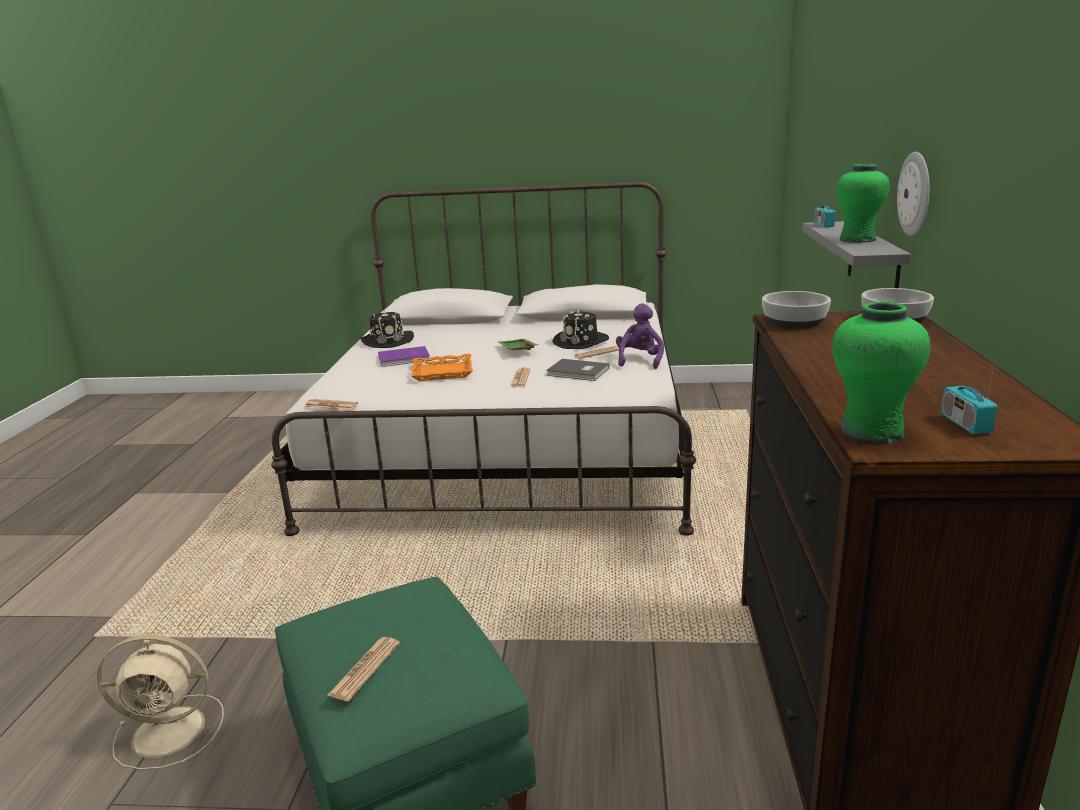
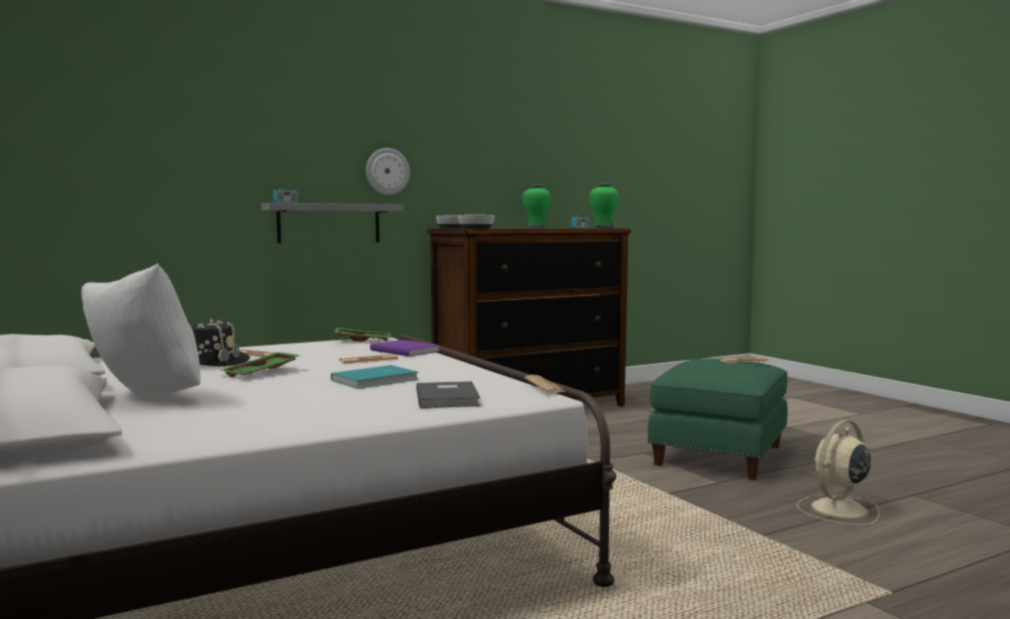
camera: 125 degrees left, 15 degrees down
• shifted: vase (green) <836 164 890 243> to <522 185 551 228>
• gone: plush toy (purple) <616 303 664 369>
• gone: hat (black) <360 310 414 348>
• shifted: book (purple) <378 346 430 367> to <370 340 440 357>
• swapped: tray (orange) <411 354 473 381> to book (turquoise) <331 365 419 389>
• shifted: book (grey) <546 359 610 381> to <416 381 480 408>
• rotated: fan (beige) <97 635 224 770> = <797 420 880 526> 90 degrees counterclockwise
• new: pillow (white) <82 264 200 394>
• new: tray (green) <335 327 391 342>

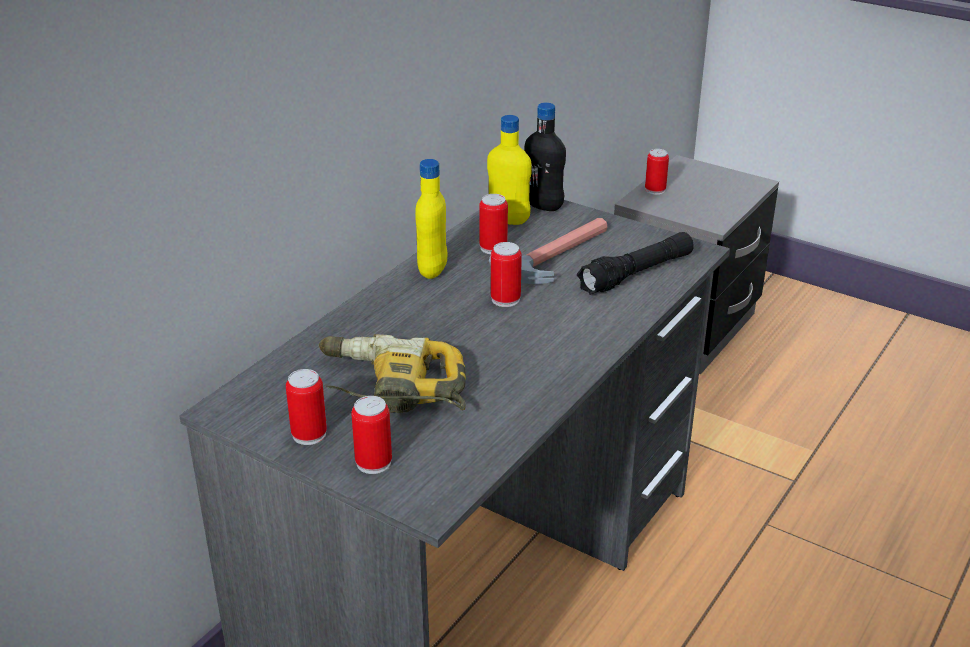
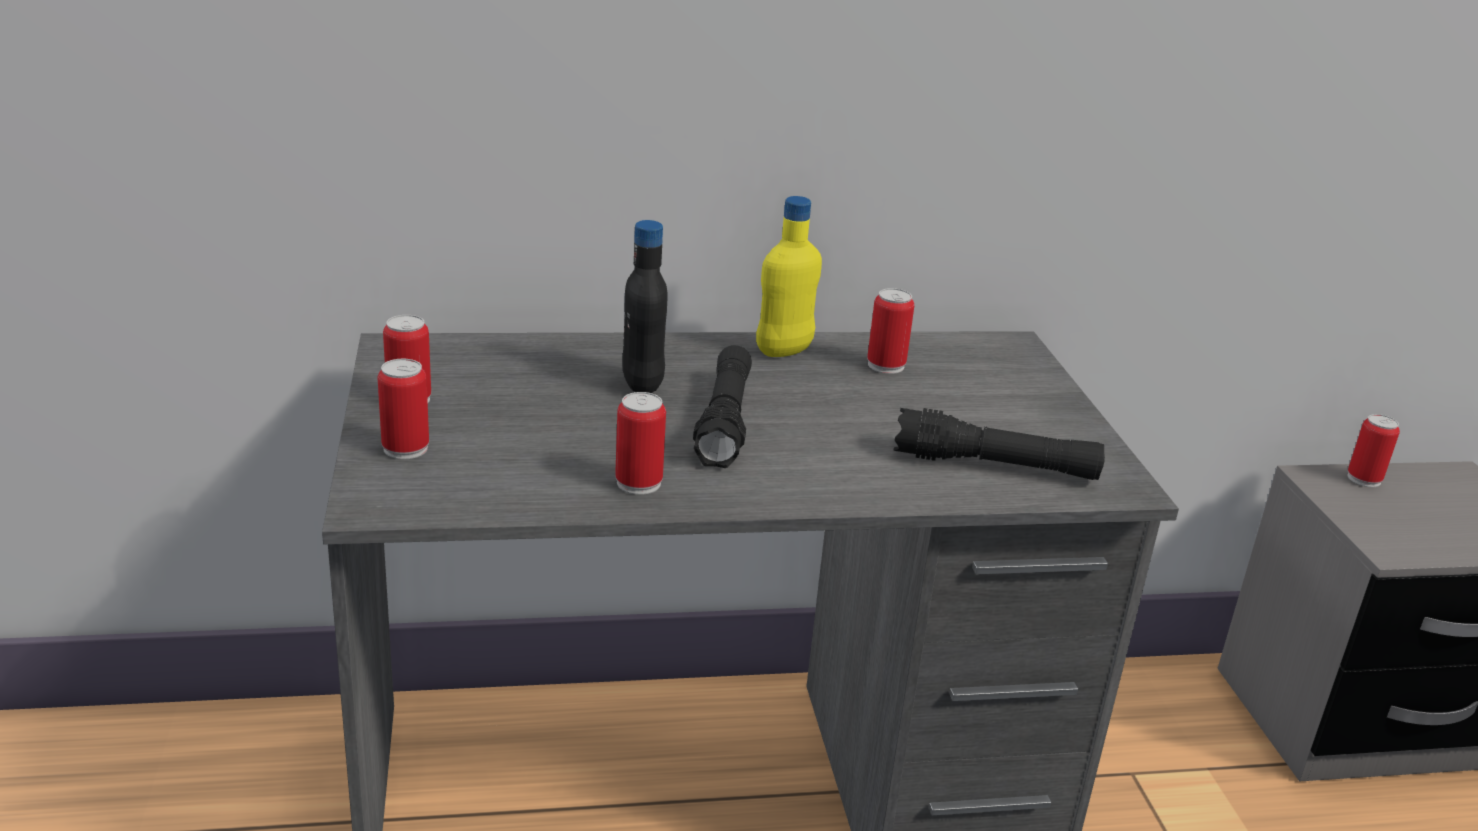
camera: 45 degrees right, 5 degrees down
• shifted: bottle (black) <525 103 566 211> to <623 220 668 393>
• gone: bottle (yellow) <487 115 532 225>
• gone: hammer <489 218 607 284>
• shifted: can <491 242 522 307> to <615 392 666 495>
• gone: power drill <319 334 466 413>
• new: flashlight (black) <693 345 752 468>

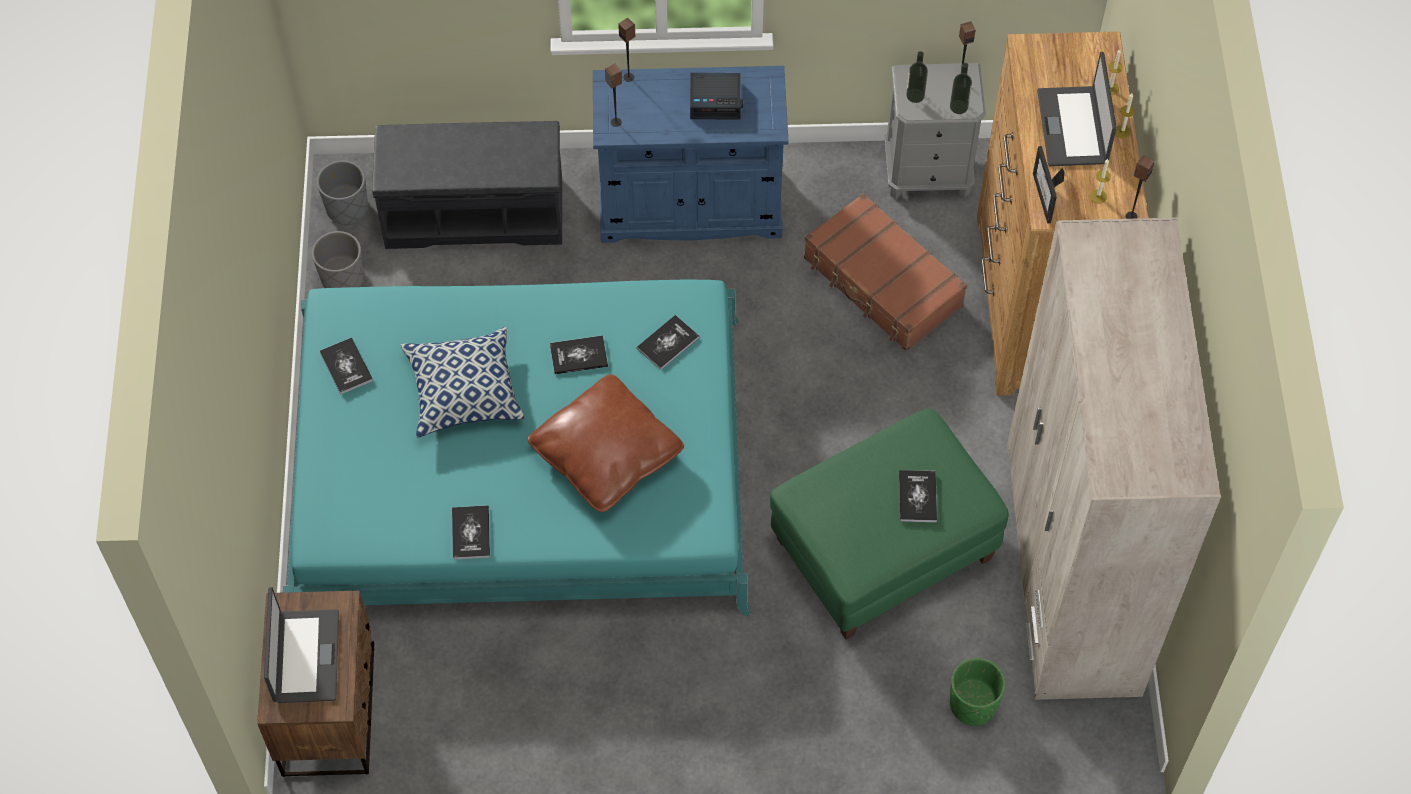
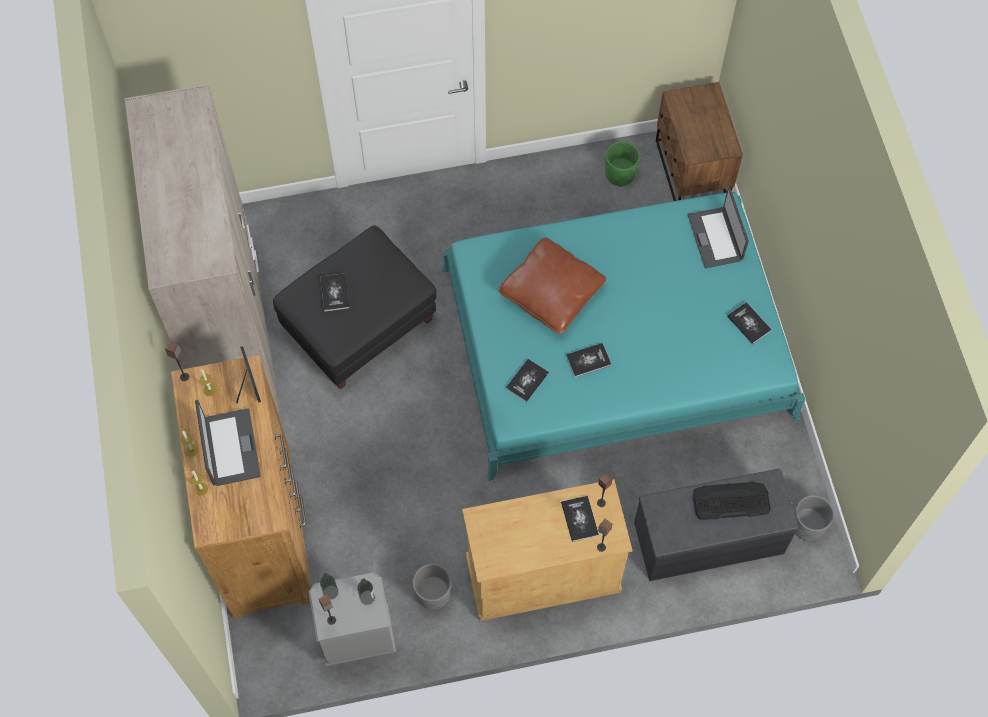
camera: 170 degrees right, 5 degrees up
• repainted: cabinet (blue) <593 66 789 243> to cabinet (beige) <462 479 632 621>
• gone: alarm clock <690 73 743 119>
• gone: suitcase (brown) <804 193 967 351>
• shifted: planter (grey) <312 231 364 288> to <413 564 452 610>
• gone: pillow <401 327 524 438>
• repainted: ottoman (green) <770 409 1009 639> to ottoman (black) <273 226 436 390>
• shifted: book <452 505 490 560> to <561 496 599 542>
• shifted: laptop <264 587 339 703> to <688 188 749 268>
• shifted: planter (green) <950 658 1006 726> to <606 141 640 187>
• new: keyboard <693 482 771 520>

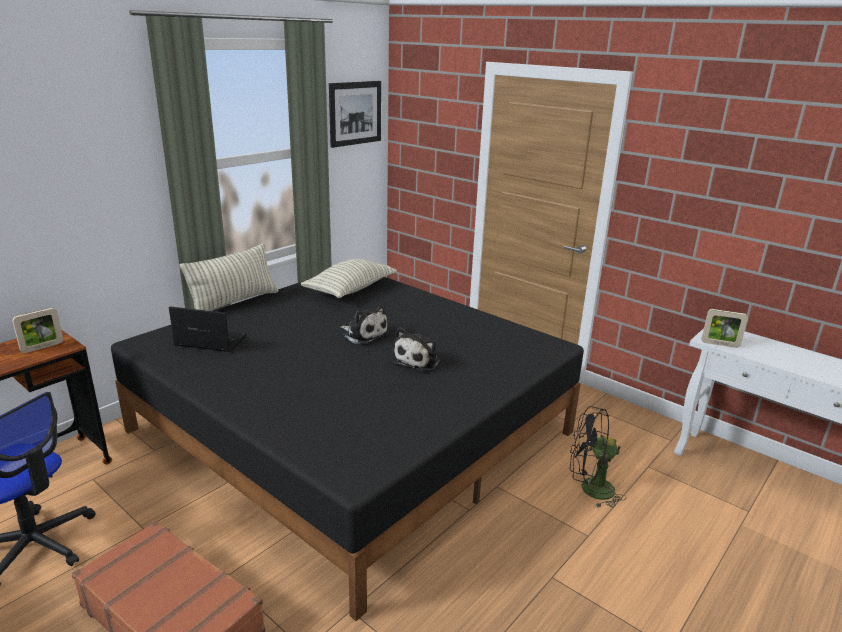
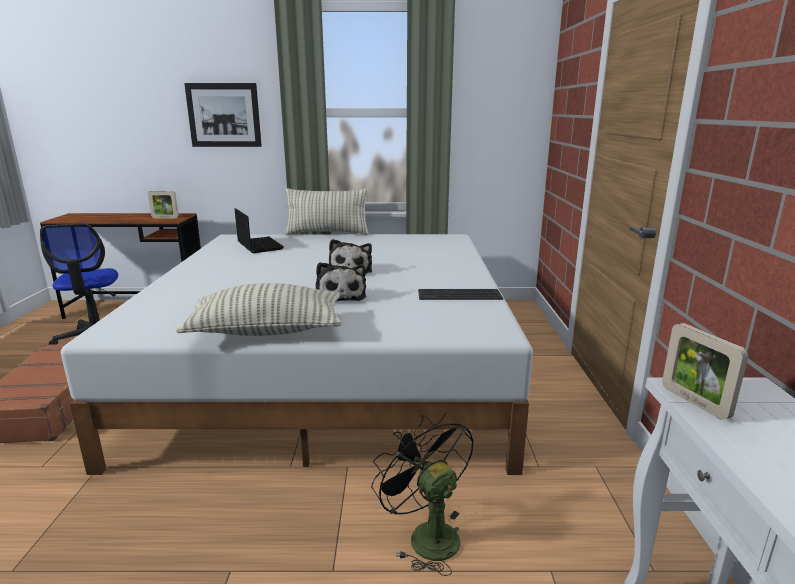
camera: 50 degrees right, 5 degrees down
• shifted: picture <329 81 381 148> to <184 83 262 147>
• shifted: pillow <301 259 397 298> to <176 283 342 336>
• repainted: bed (black) <111 277 584 621> to bed (white) <61 234 533 475>
• rotated: plush toy <392 328 440 371> = <316 262 366 302> 90 degrees counterclockwise
• new: keyboard <418 289 503 300>

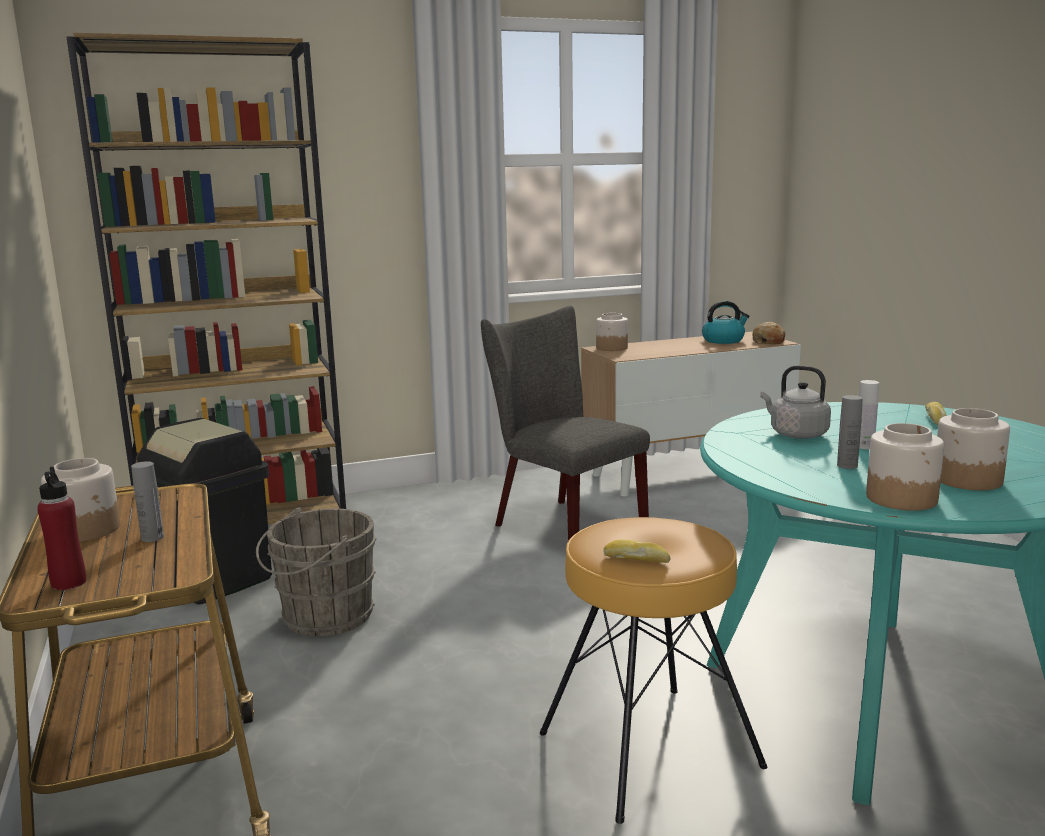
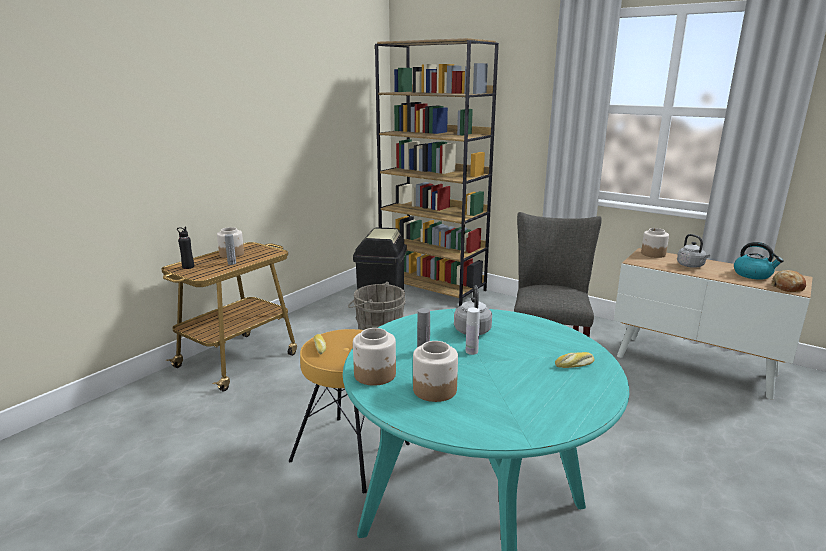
camera: 55 degrees right, 5 degrees up
• repainted: bottle (red) <37 467 86 590> to bottle (black) <177 226 194 269>
• new: kettle (grey) <677 234 710 268>

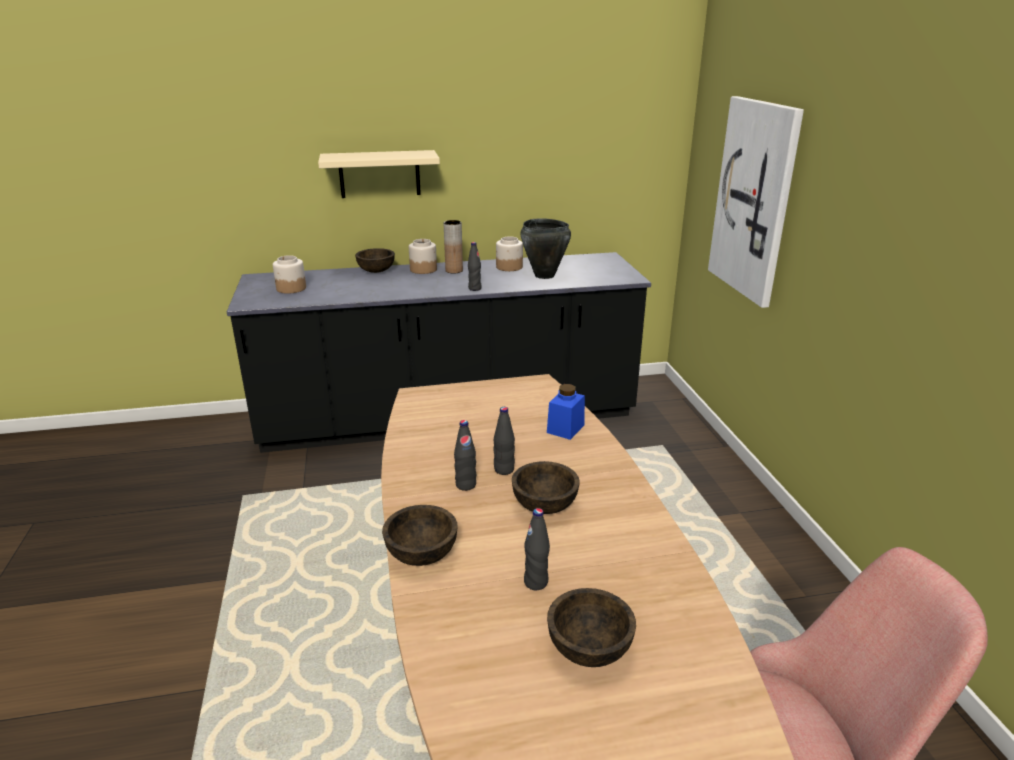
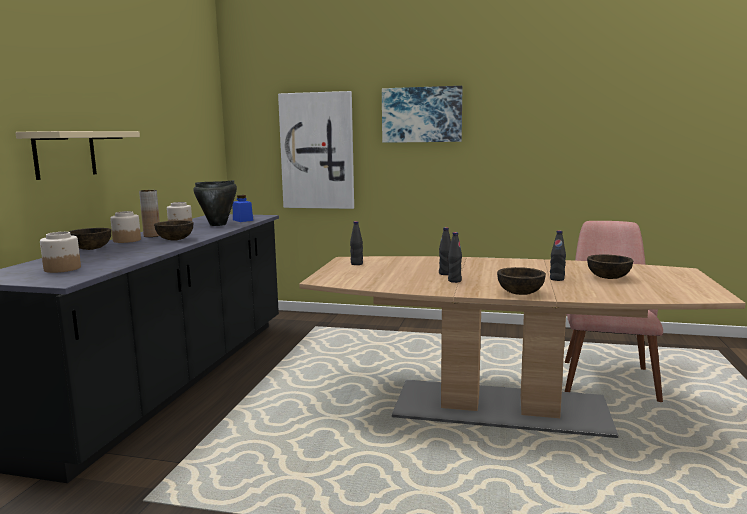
camera: 65 degrees left, 15 degrees down
• shifted: bottle (black) <468 242 481 291> to <350 221 363 265>
• shifted: jar (blue) <547 384 585 440> to <233 195 253 222>
• shifted: bowl (brown) <512 461 580 514> to <154 220 193 241>
• new: picture <382 86 462 143>

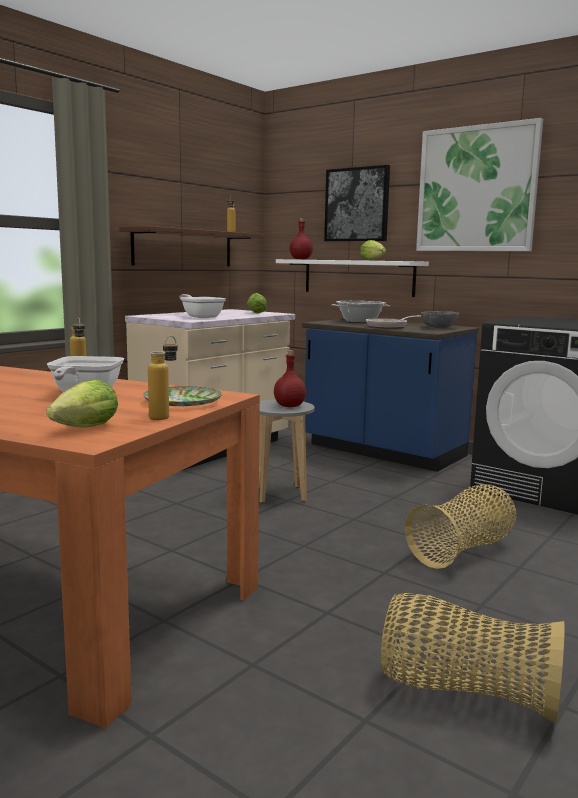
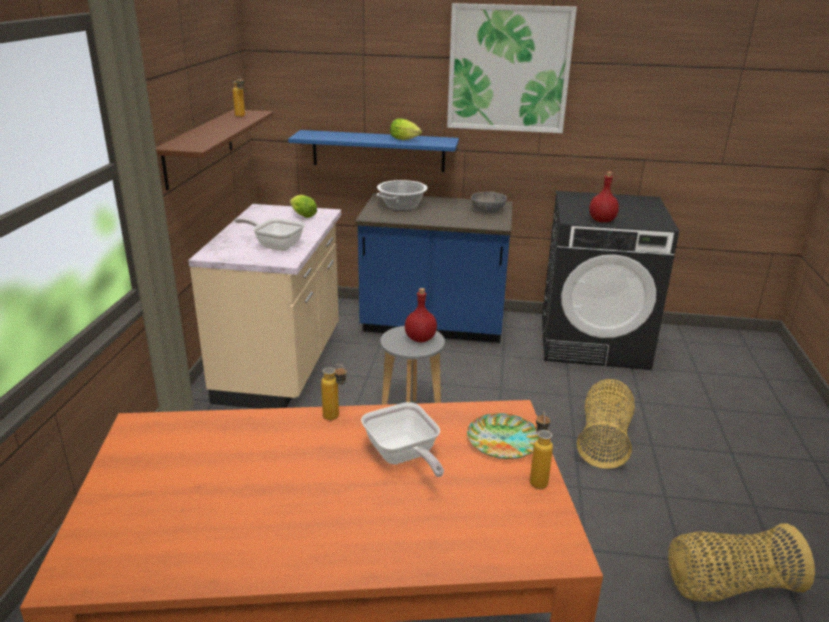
camera: 30 degrees left, 15 degrees up
• gone: picture <324 165 390 241>
• shifted: bottle (red) <290 218 313 259> to <589 172 619 222>
• repainted: shelf (white) <276 259 429 297> to shelf (blue) <288 130 459 172>
• gone: frying pan <366 315 421 329>
• gone: lettuce <47 380 118 428>

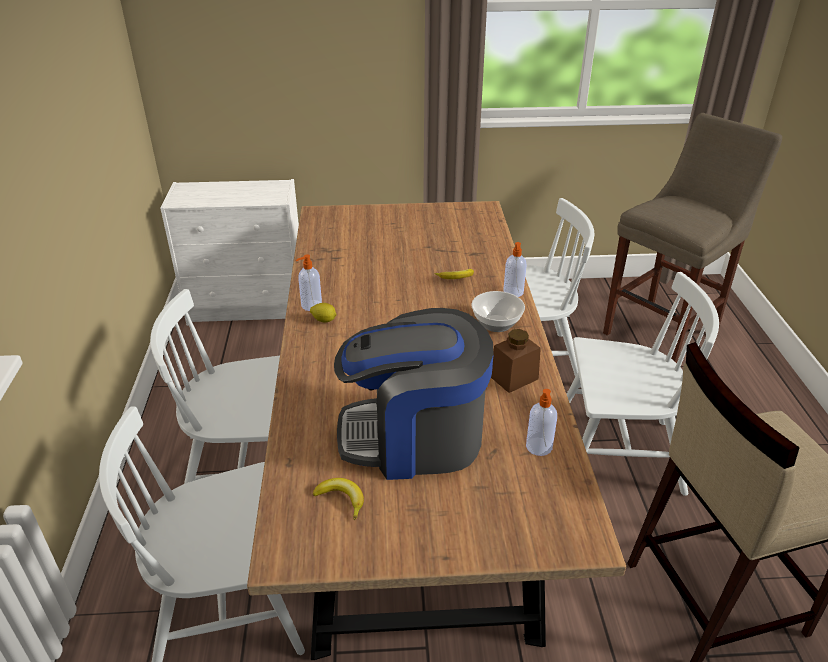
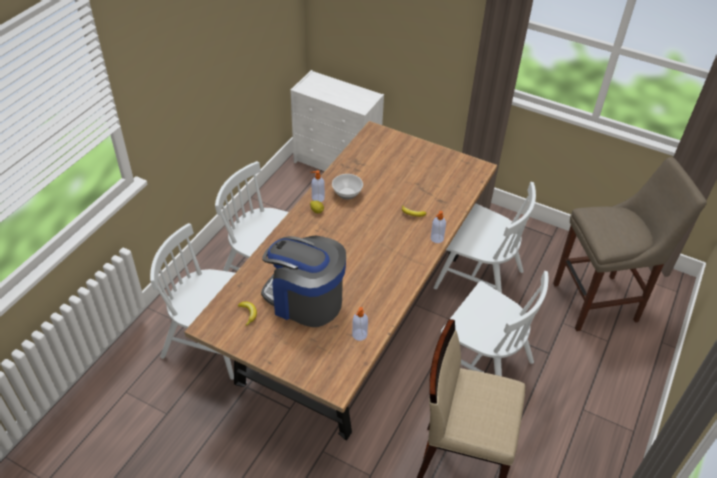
camera: 30 degrees right, 10 degrees up
• shifted: bowl <471 291 525 332> to <332 174 363 200>
• gone: jar (brown) <491 329 541 393>

